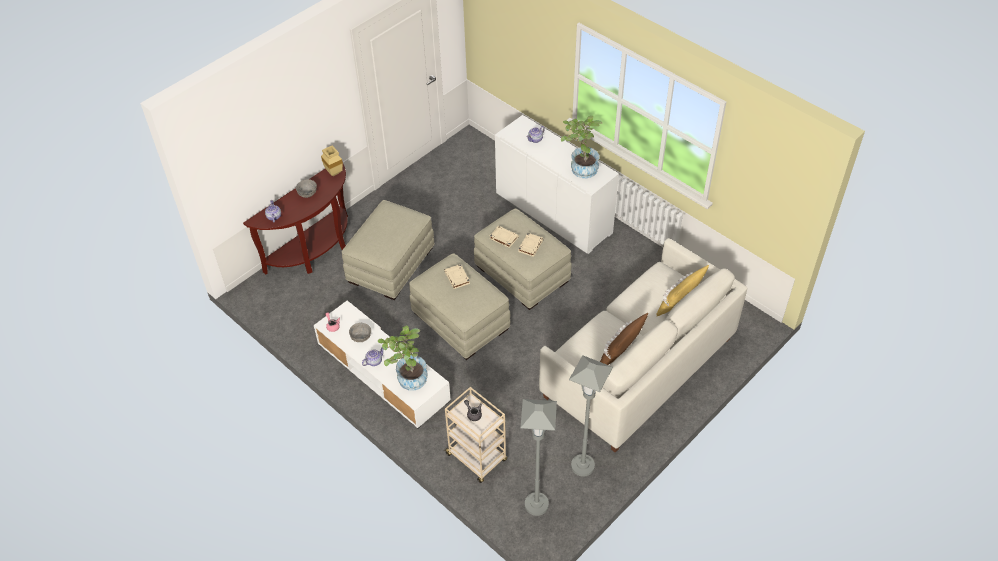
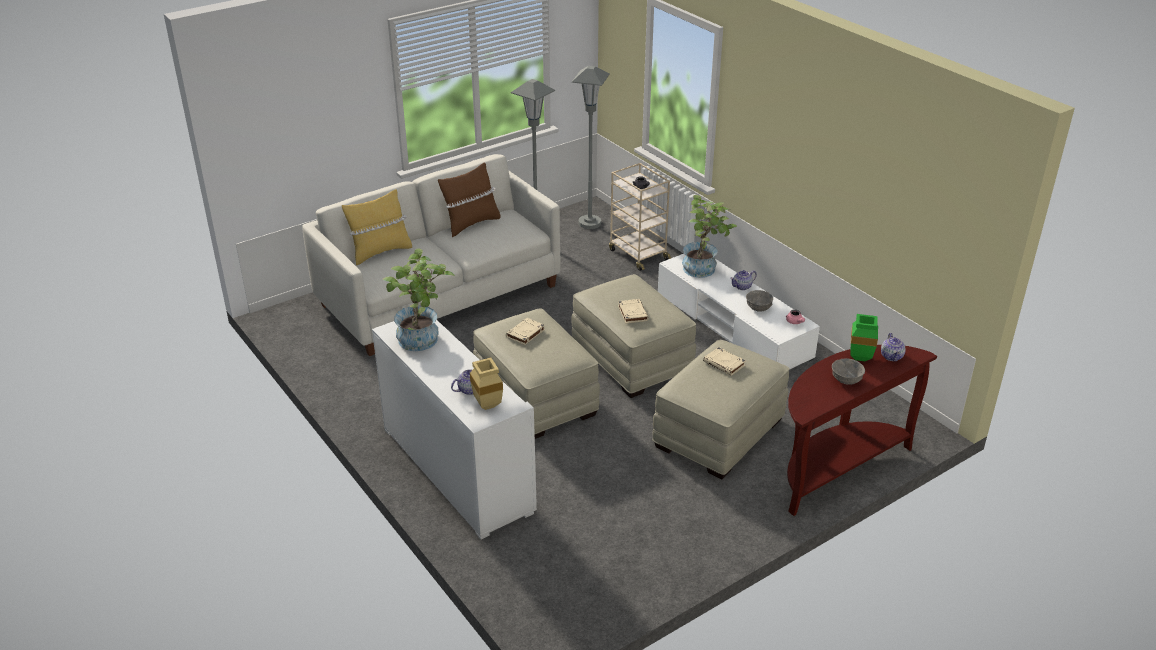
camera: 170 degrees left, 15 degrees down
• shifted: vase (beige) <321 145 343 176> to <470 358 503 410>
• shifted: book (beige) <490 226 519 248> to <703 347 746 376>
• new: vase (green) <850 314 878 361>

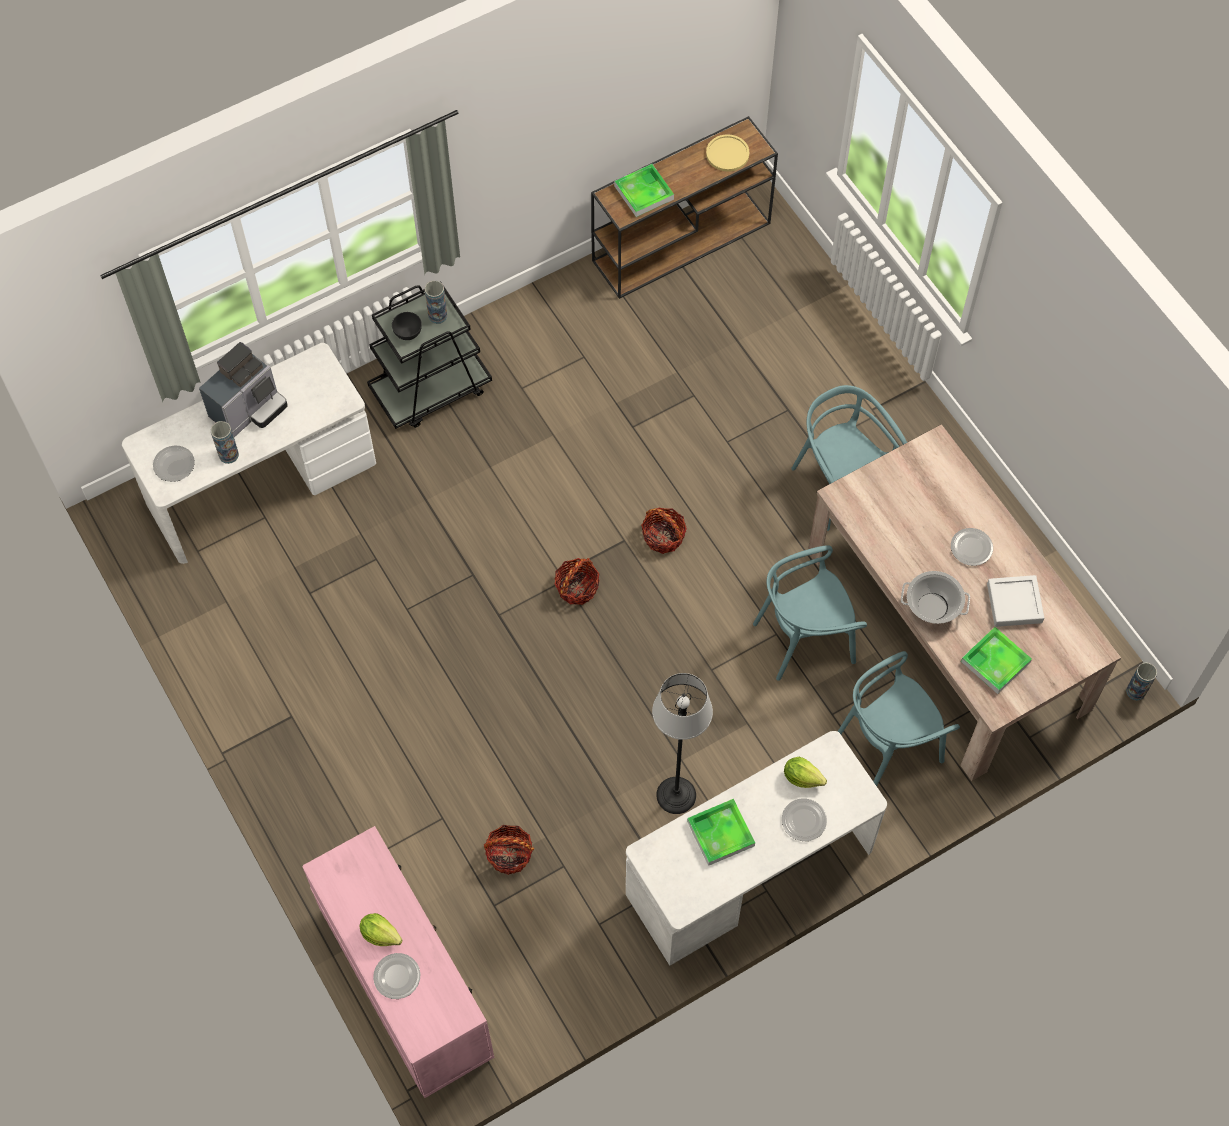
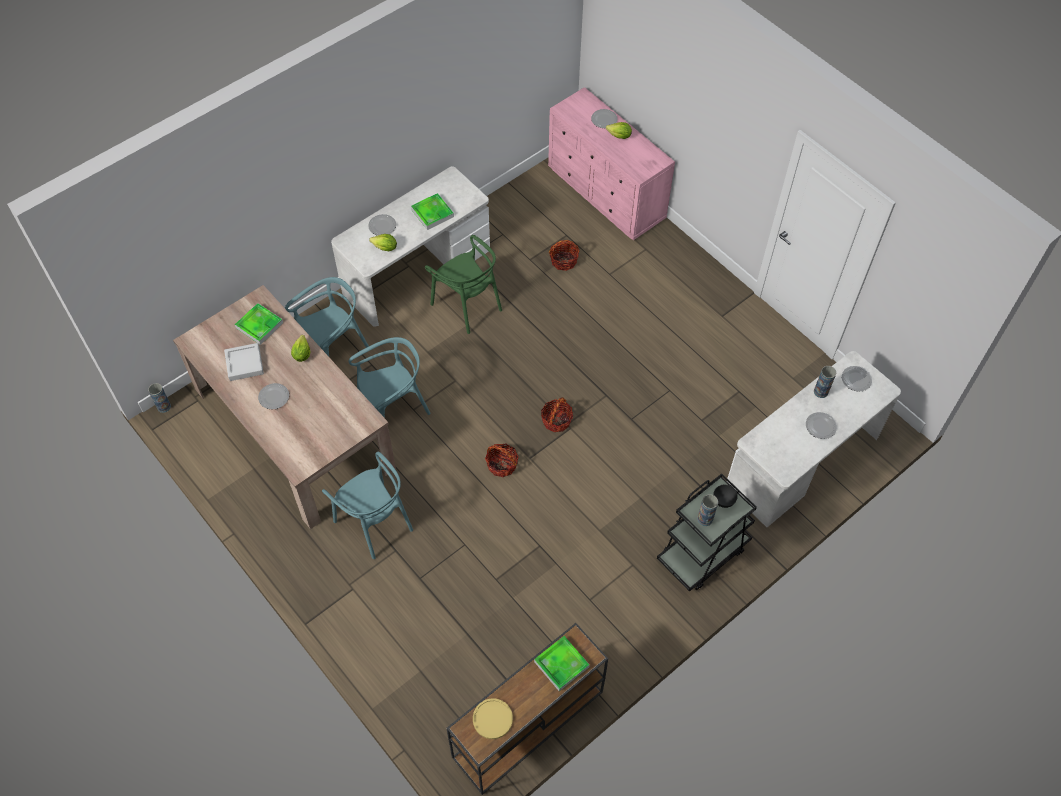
camera: 170 degrees right, 5 degrees down
• swapped: coffee machine <199 342 287 437> to plate <806 412 837 439>
• swapped: cooking pot <901 571 970 624> to lettuce <291 335 310 362>
• swapped: floor lamp <652 673 713 814> to chair (green) <425 235 502 334>

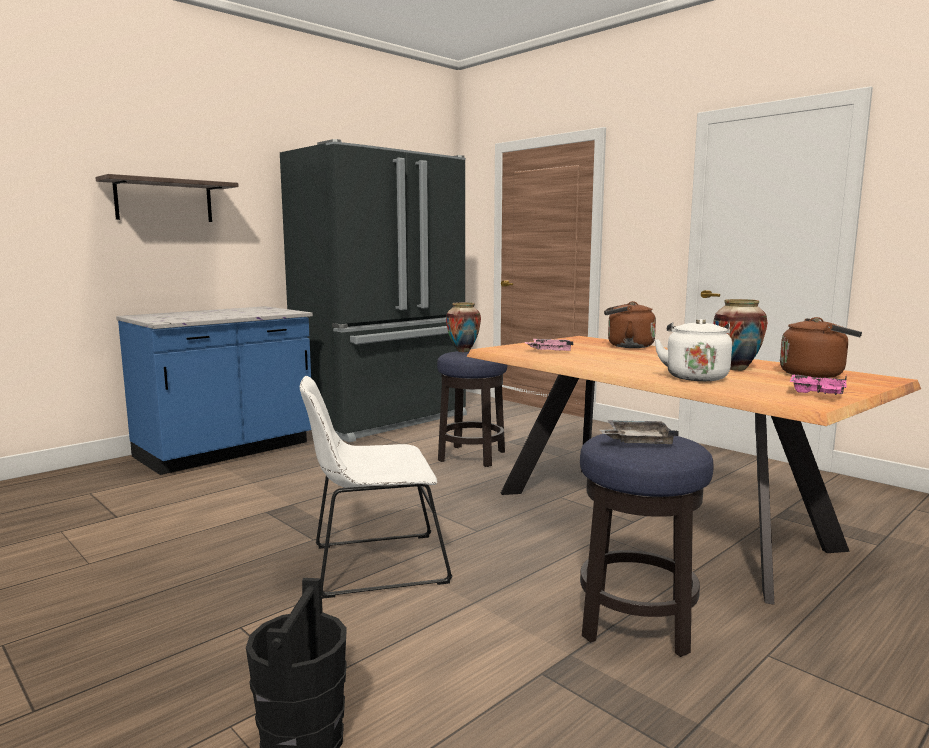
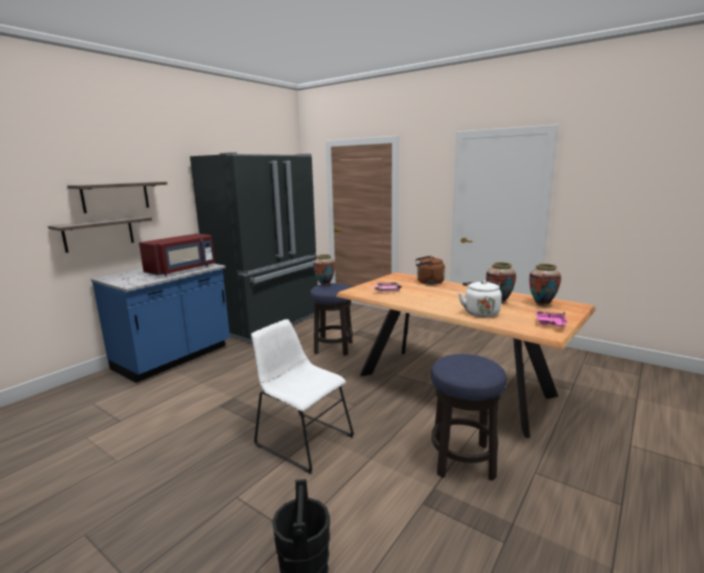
camera: 10 degrees left, 5 degrees up
• swapped: kettle (brown) <780 317 862 378> to vase <529 264 561 306>
• rotated: chair (white) <300 376 452 599> = <251 319 354 474> 60 degrees clockwise
• gone: tray (grey) <599 420 679 444>
• new: shelf <48 216 152 253>
• new: microwave (red) <139 233 215 276>

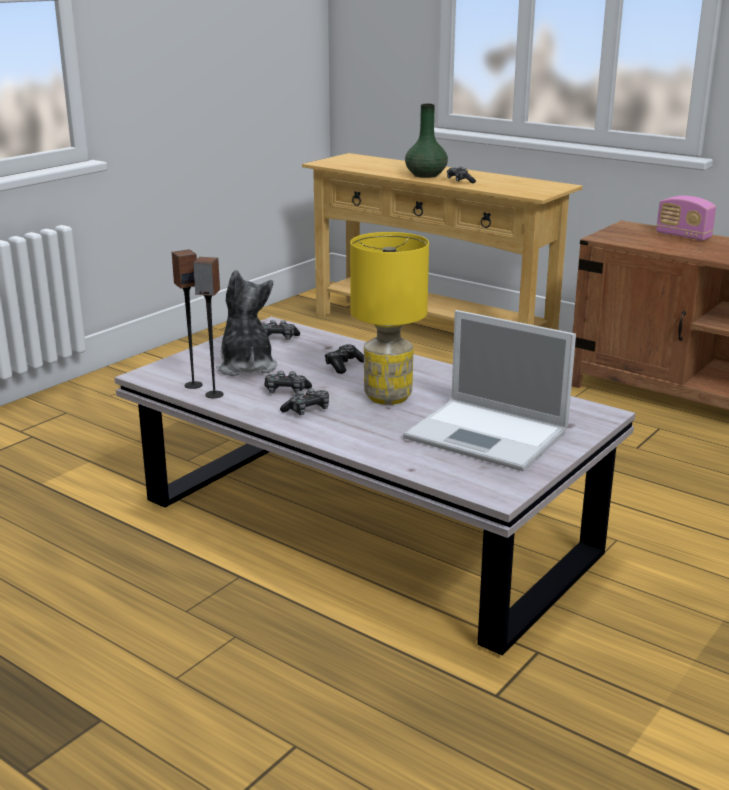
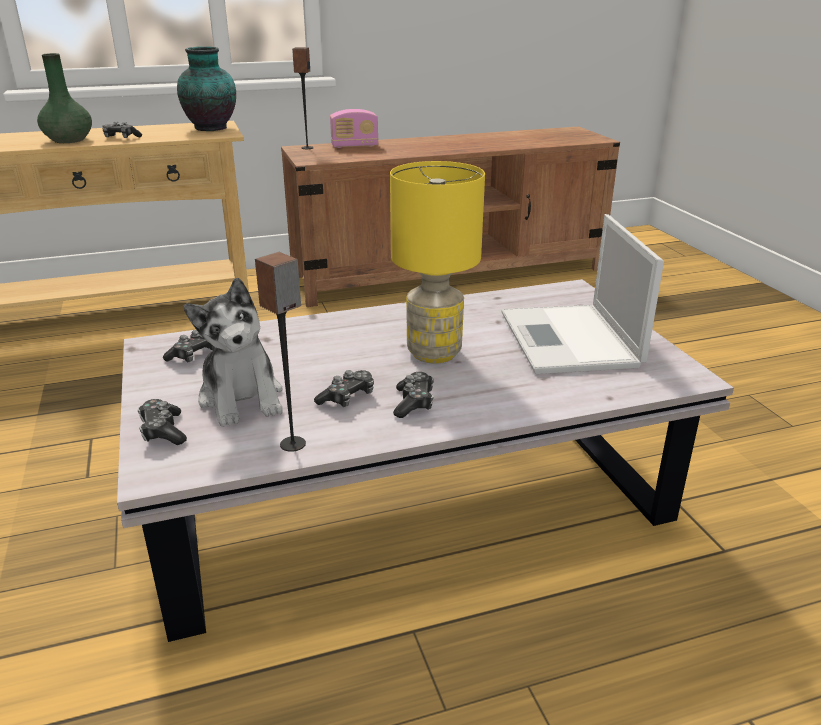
camera: 55 degrees left, 5 degrees up
• shifted: speaker <172 249 202 389> to <292 47 313 149>
• rotated: plush toy <216 270 278 376> = <184 278 283 427> 135 degrees counterclockwise
• rotated: laptop <403 310 576 471> = <501 214 664 374> 105 degrees clockwise
• shifted: game controller <325 344 364 374> to <137 399 187 445>
• new: vase <177 47 236 131>

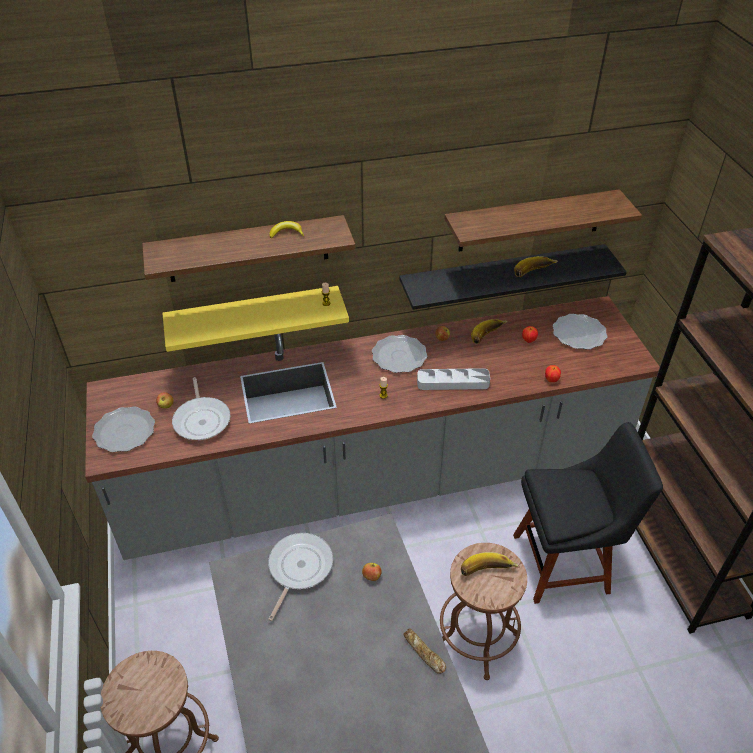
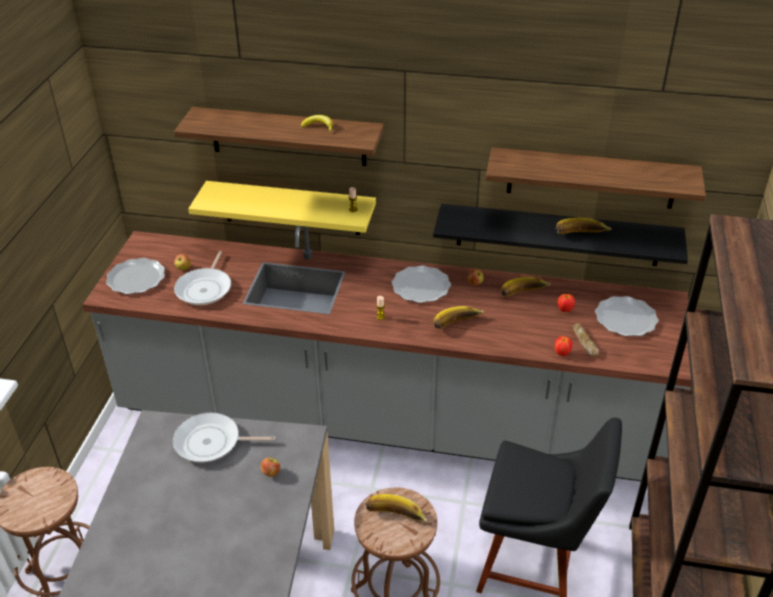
camera: 25 degrees right, 5 degrees down
• swapped: tray (grey) <417 368 490 390> to banana <433 306 484 329>
• rotated: frying pan <268 533 333 621> = <173 413 276 462> 135 degrees counterclockwise
• shifted: bread <403 628 446 674> to <572 323 599 357>

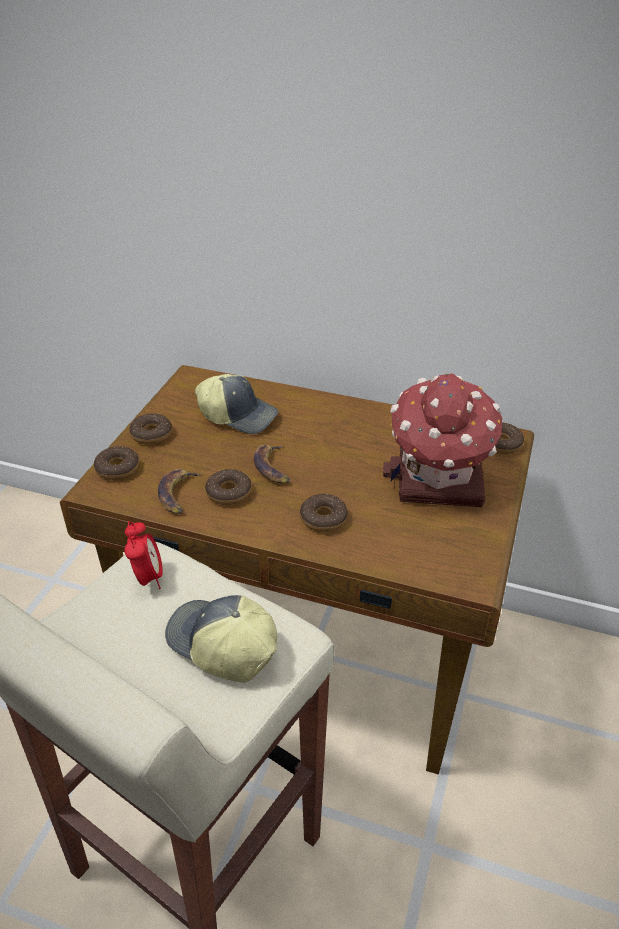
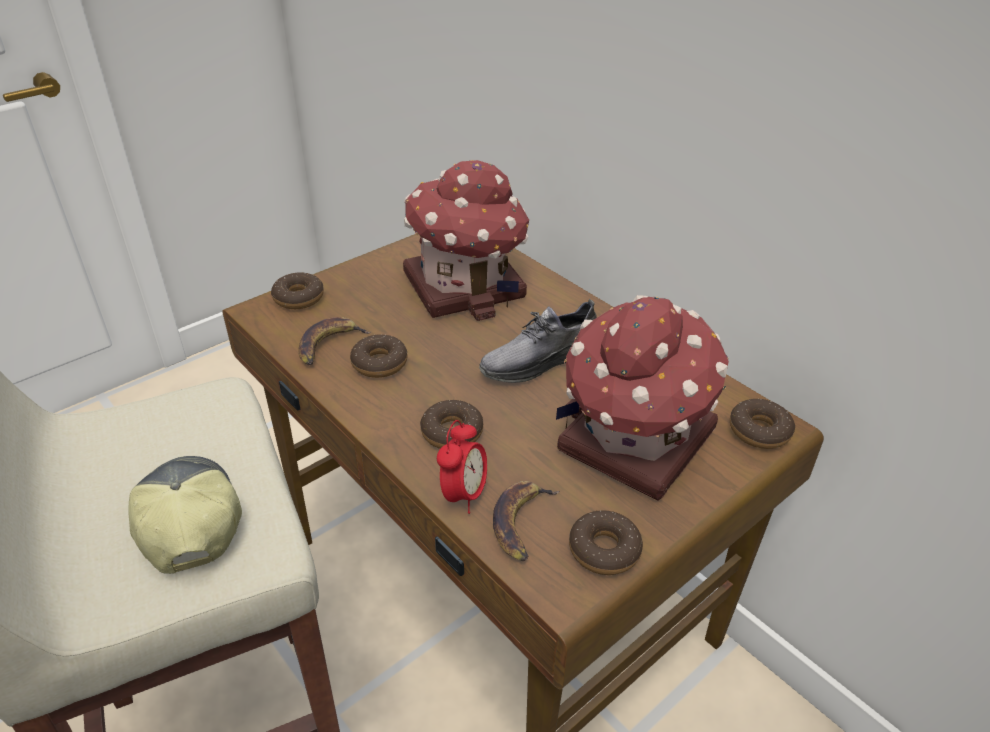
camera: 30 degrees right, 0 degrees up
• swapped: cap <195 374 279 434> to toy house <403 160 529 321>
• shifted: donut <129 413 172 445> to <569 510 643 575>
• shifted: banana <254 445 290 483> to <493 481 559 561>
• shifted: alarm clock <125 521 163 589> to <437 420 487 514>
• new: shoe (grey) <479 299 597 383>

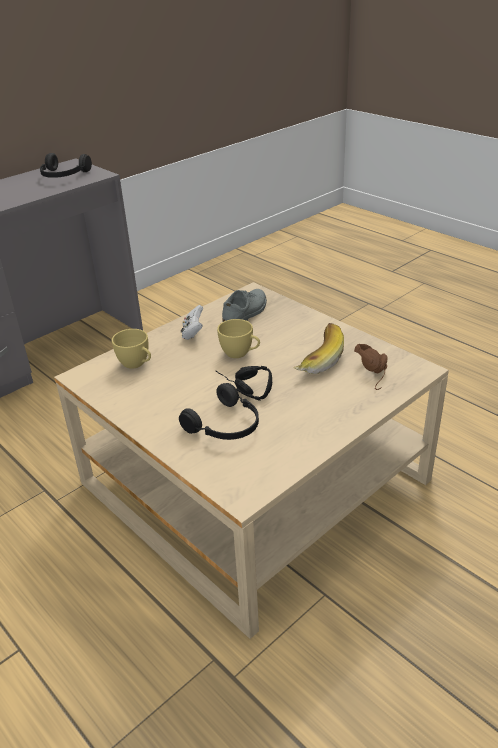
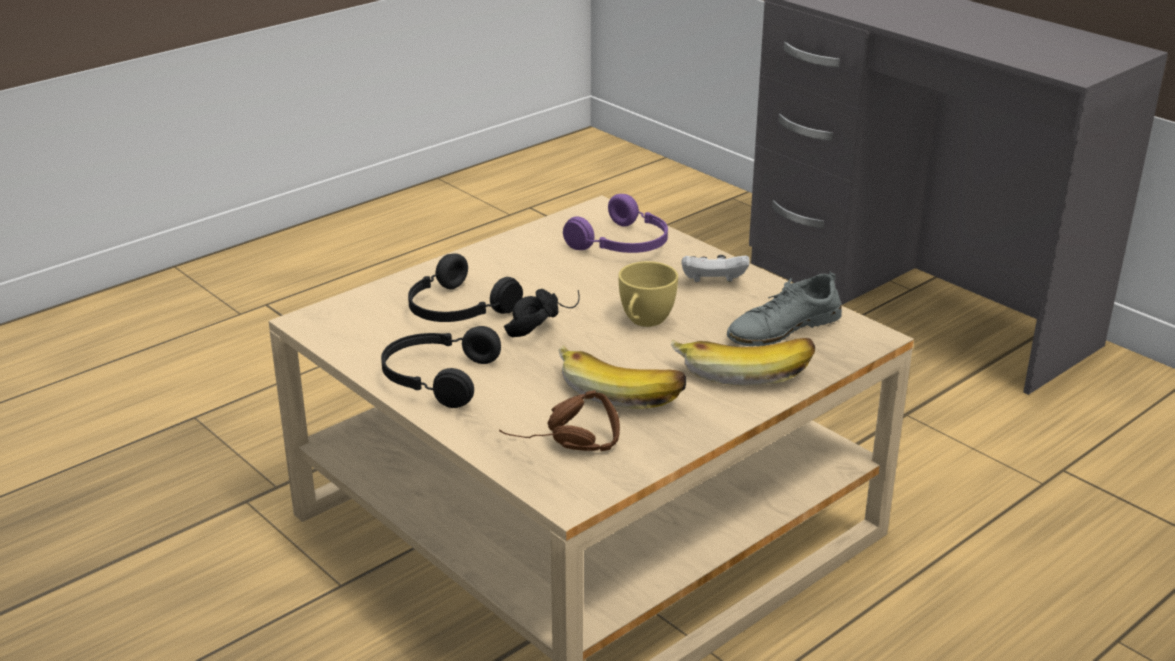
camera: 90 degrees right, 5 degrees down
• shifted: headphones (black) <40 153 92 178> to <381 326 501 408>
• rotated: shoe (grey) <222 289 267 322> = <727 271 842 346> 120 degrees clockwise
• swapped: cup (yellow) <112 329 151 369> to headphones (purple) <563 194 668 253>
• new: banana <671 338 815 386>

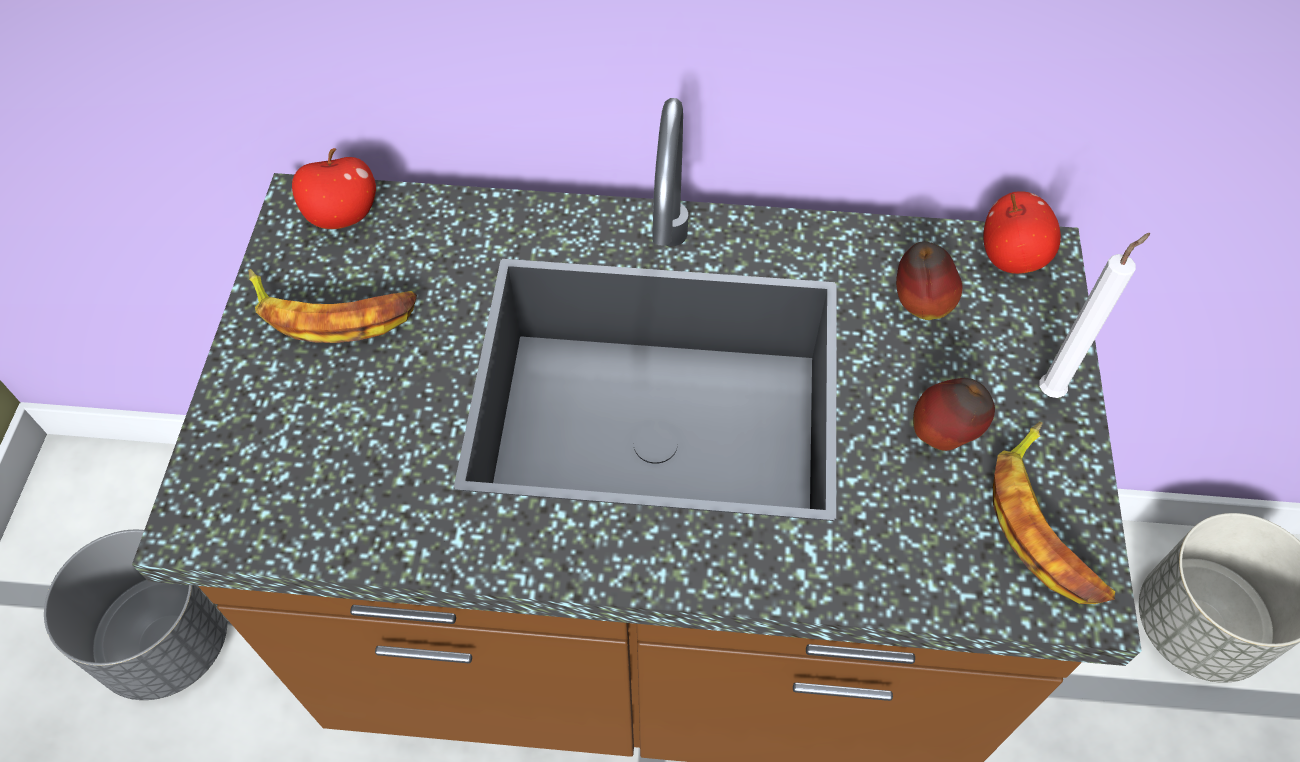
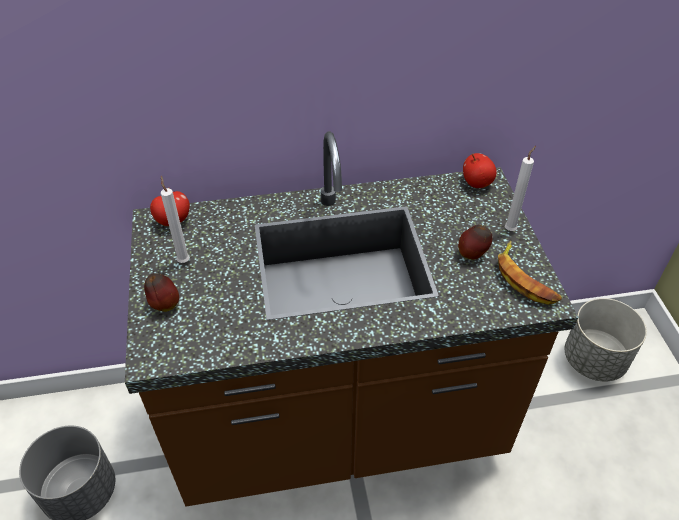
camera: 15 degrees left, 10 degrees down
• shifted: apple <896 242 963 320> to <144 273 179 312>
• swapped: banana <248 269 417 343> to candle (white) <161 176 190 263>

